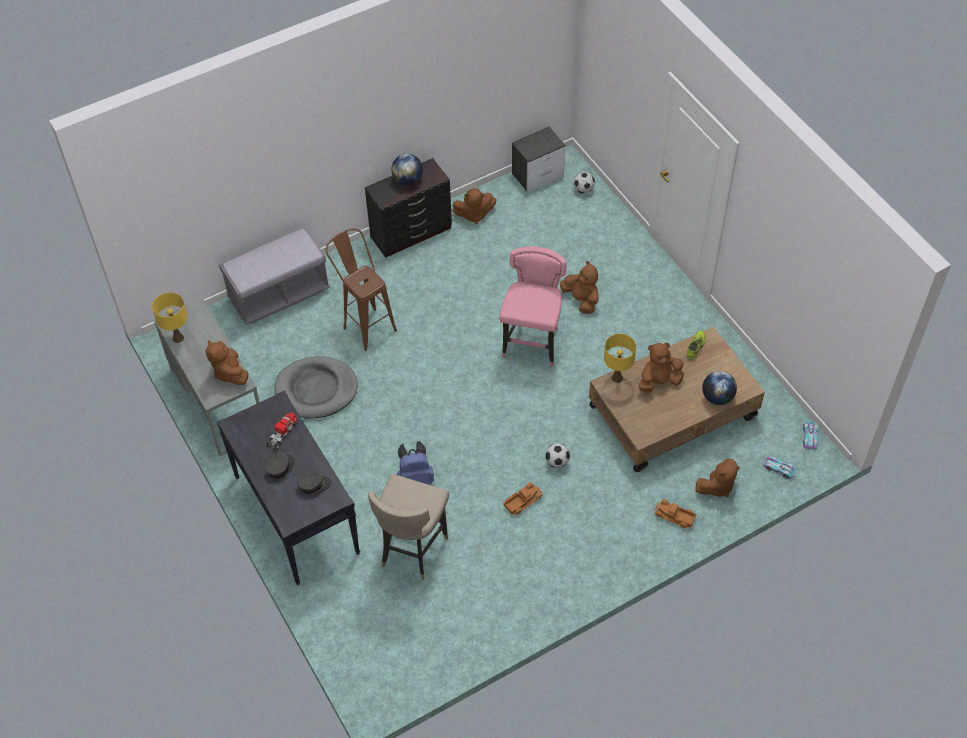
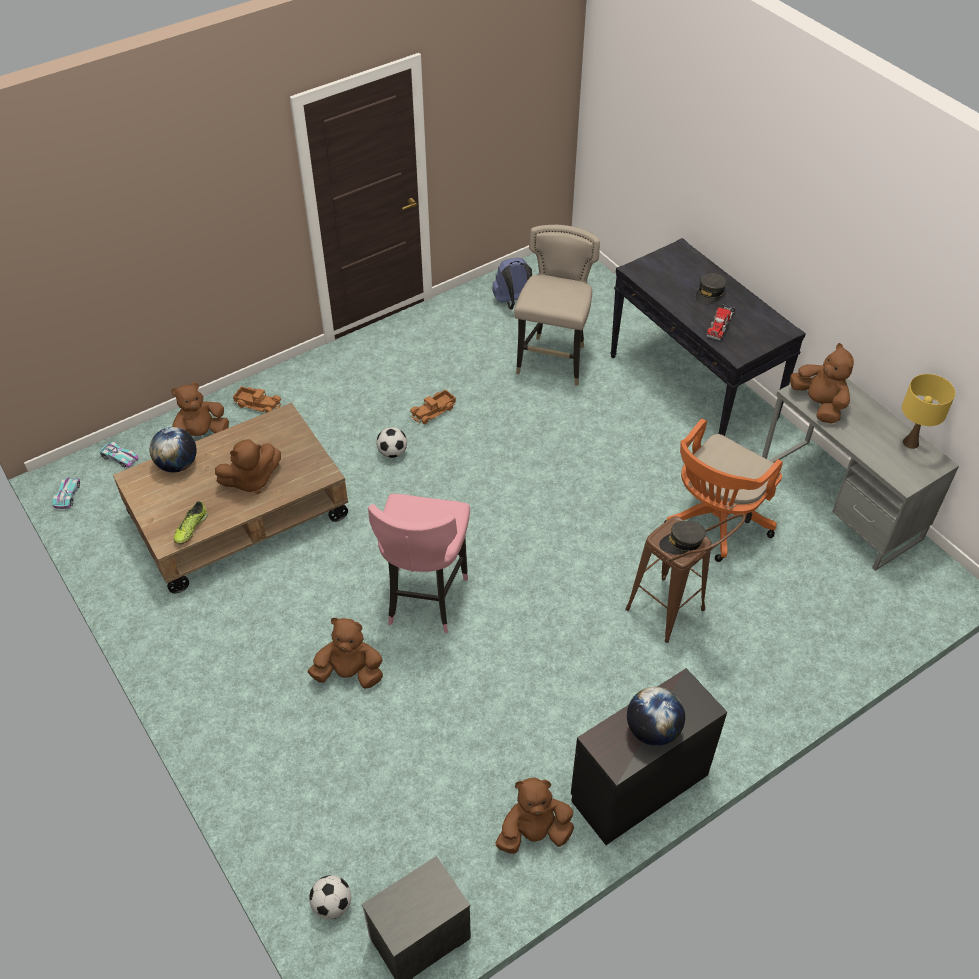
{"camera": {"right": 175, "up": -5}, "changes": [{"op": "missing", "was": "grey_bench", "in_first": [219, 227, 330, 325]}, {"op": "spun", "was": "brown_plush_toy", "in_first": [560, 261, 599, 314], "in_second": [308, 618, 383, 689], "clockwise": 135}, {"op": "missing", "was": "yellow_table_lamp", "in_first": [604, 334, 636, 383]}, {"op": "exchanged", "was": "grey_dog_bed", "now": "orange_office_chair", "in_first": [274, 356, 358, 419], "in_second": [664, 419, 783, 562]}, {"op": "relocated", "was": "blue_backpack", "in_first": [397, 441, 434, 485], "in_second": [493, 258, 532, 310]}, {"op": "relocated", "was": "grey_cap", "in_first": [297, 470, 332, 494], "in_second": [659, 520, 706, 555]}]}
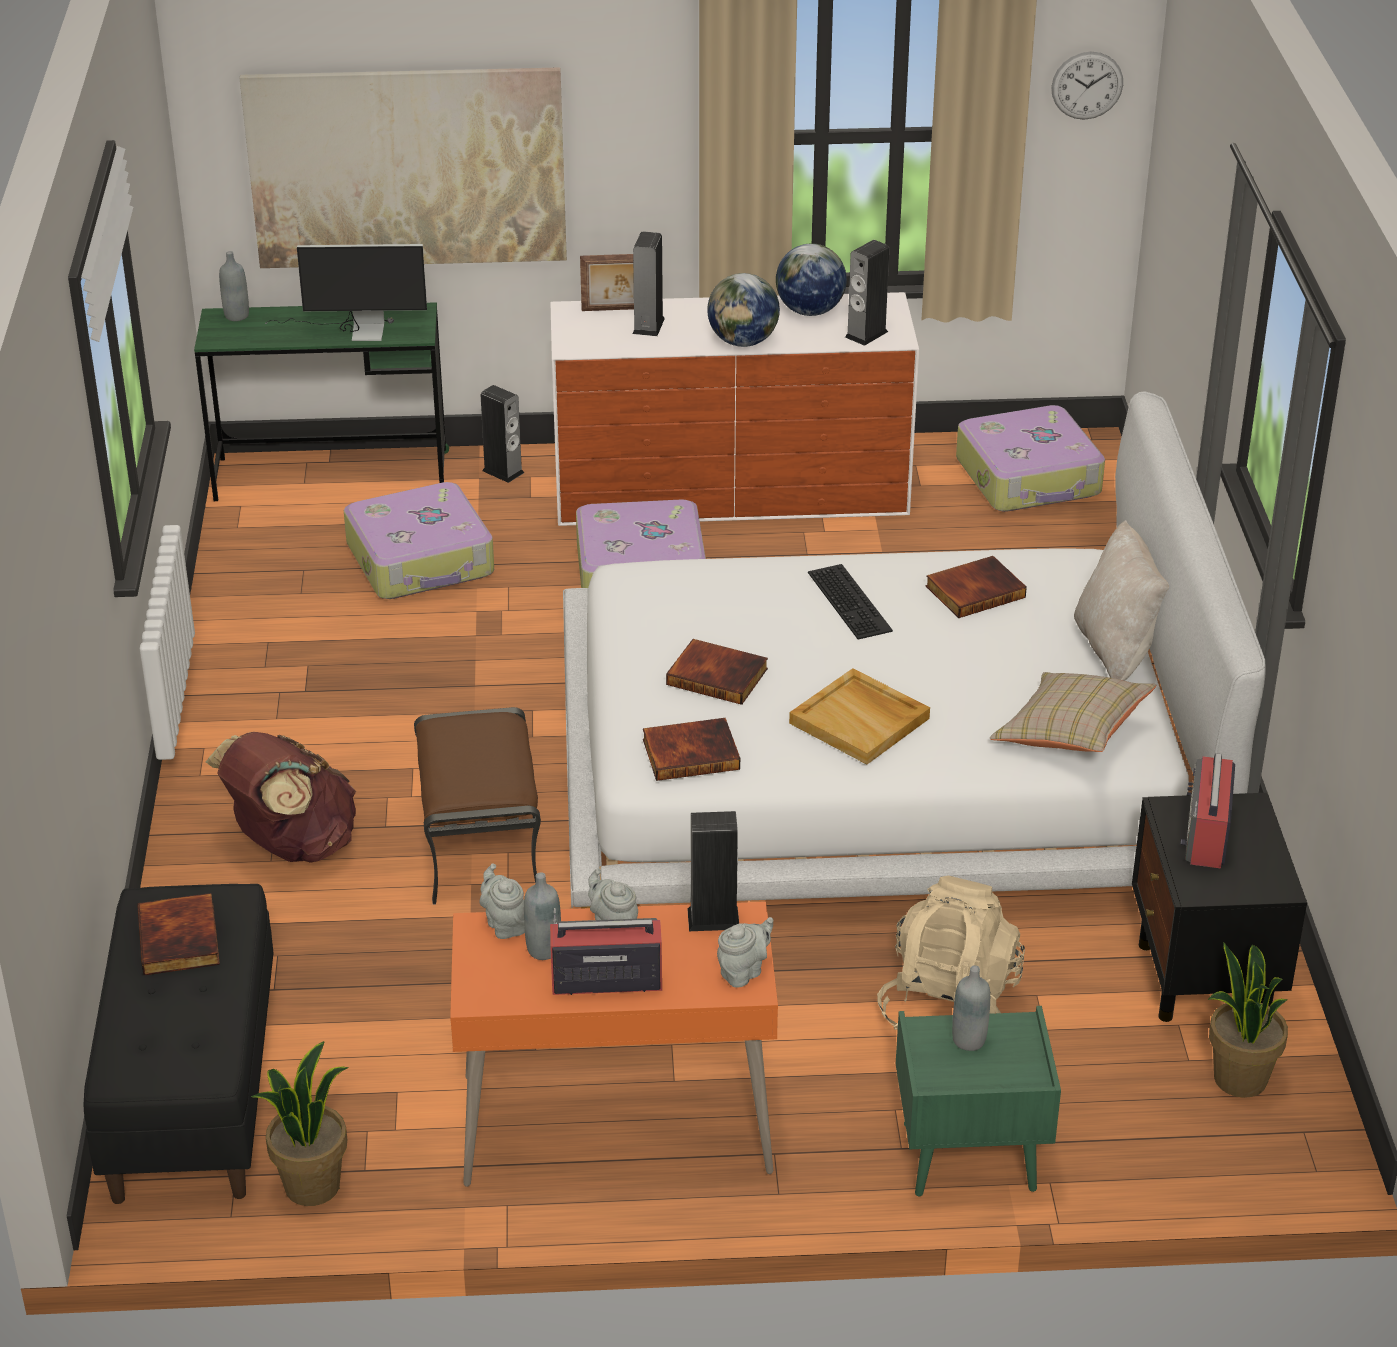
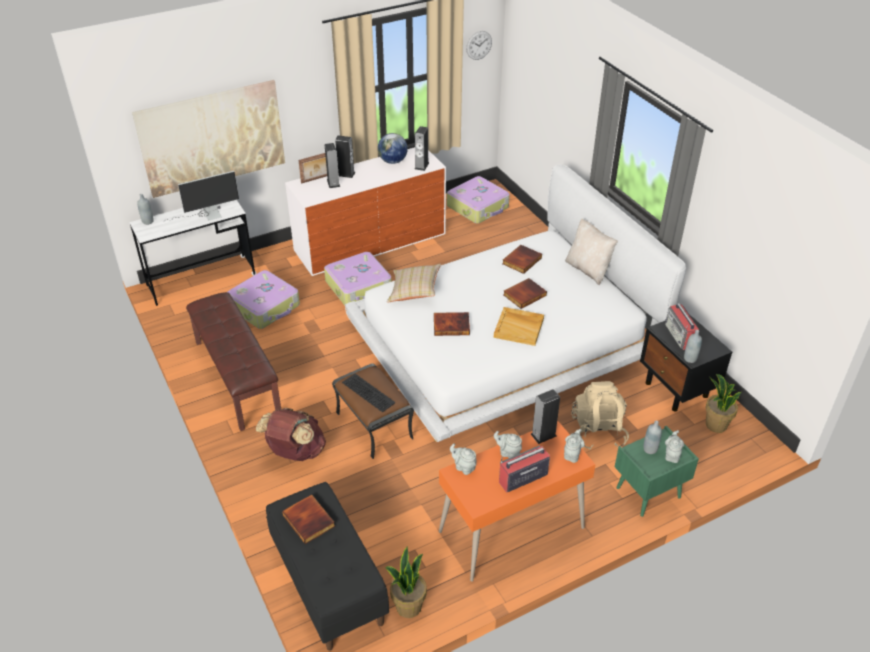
{"camera": {"right": -25, "up": 5}, "changes": [{"op": "missing", "was": "globe", "in_first": [707, 273, 780, 347]}, {"op": "colour", "was": "green_desk", "now": "white_desk", "in_first": [194, 302, 449, 501], "in_second": [129, 200, 257, 306]}, {"op": "relocated", "was": "speaker", "in_first": [481, 385, 524, 483], "in_second": [335, 135, 355, 178]}, {"op": "relocated", "was": "keyboard", "in_first": [808, 564, 893, 640], "in_second": [342, 374, 396, 412]}, {"op": "relocated", "was": "beige_pillow", "in_first": [989, 672, 1156, 752], "in_second": [387, 264, 441, 303]}, {"op": "relocated", "was": "book", "in_first": [643, 718, 740, 781], "in_second": [504, 278, 547, 309]}, {"op": "relocated", "was": "grey_bottle", "in_first": [524, 872, 561, 960], "in_second": [684, 330, 702, 363]}, {"op": "appeared", "now": "brown_bench", "in_second": [186, 292, 281, 431]}, {"op": "appeared", "now": "grey_teapot", "in_second": [665, 430, 684, 463]}]}
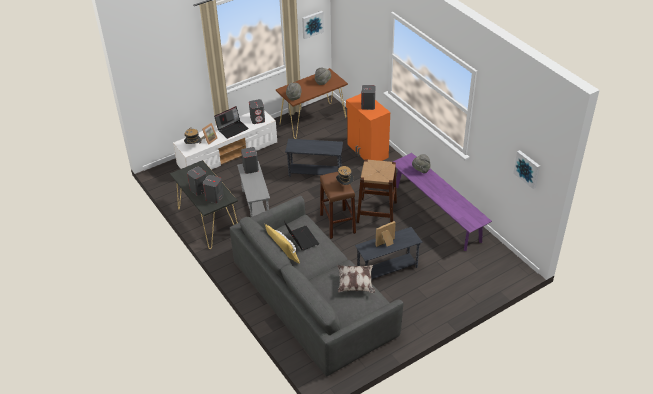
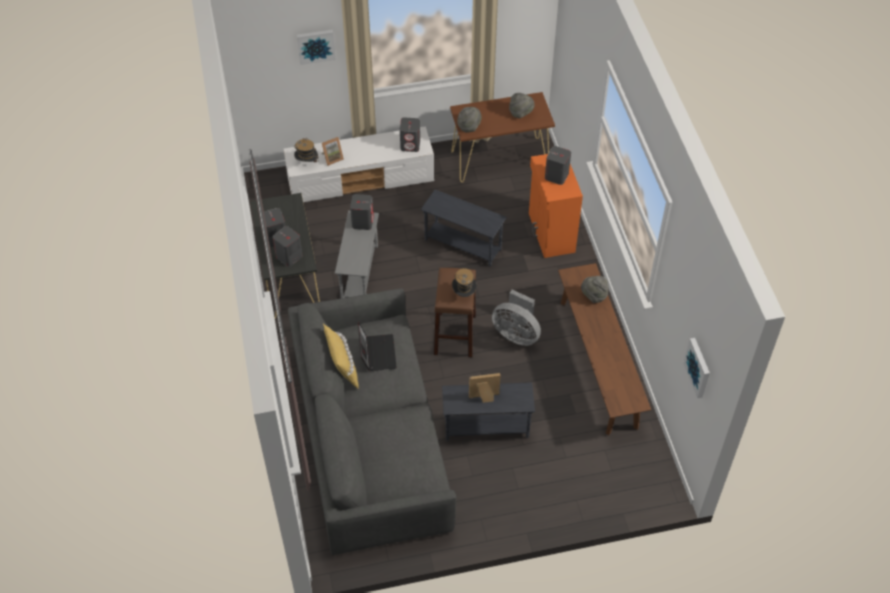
{"camera": {"right": 20, "up": 10}, "changes": [{"op": "relocated", "was": "picture", "in_first": [302, 11, 324, 39], "in_second": [297, 29, 336, 65]}, {"op": "missing", "was": "laptop", "in_first": [214, 106, 249, 139]}, {"op": "colour", "was": "purple_bench", "now": "brown_bench", "in_first": [393, 153, 492, 251], "in_second": [558, 263, 651, 435]}, {"op": "exchanged", "was": "brown_stool", "now": "grey_fan", "in_first": [356, 159, 397, 223], "in_second": [492, 290, 541, 346]}, {"op": "missing", "was": "pillow", "in_first": [337, 265, 375, 293]}]}
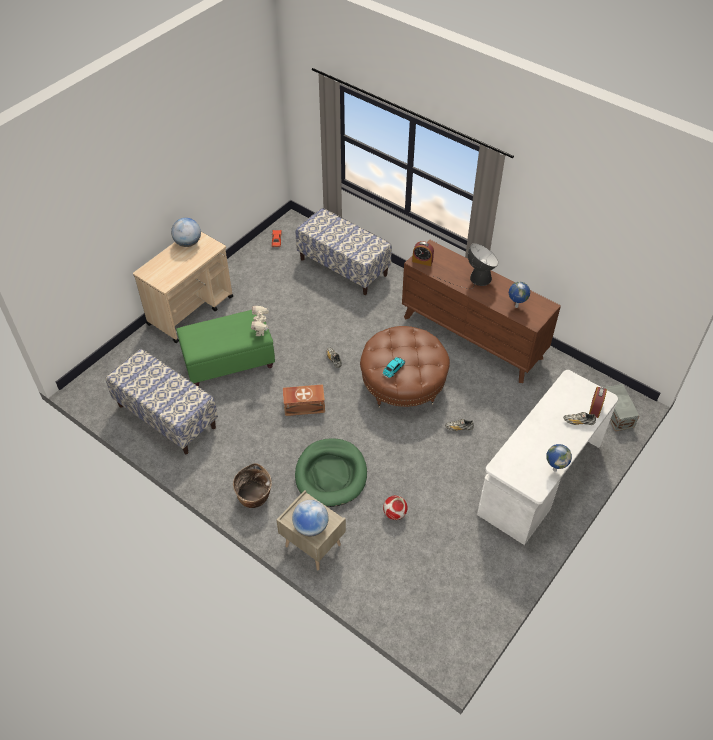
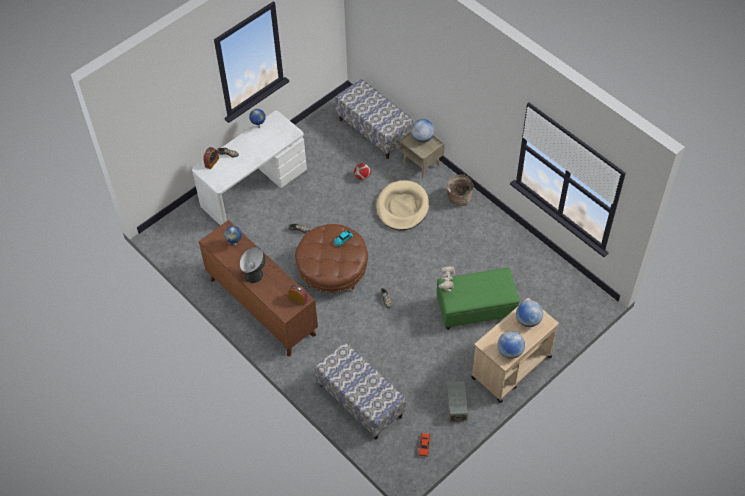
{"camera": {"right": -170, "up": 5}, "changes": [{"op": "relocated", "was": "bench", "in_first": [106, 349, 218, 454], "in_second": [335, 79, 413, 159]}, {"op": "missing", "was": "brown_storage_box", "in_first": [283, 384, 325, 416]}, {"op": "relocated", "was": "grey_storage_box", "in_first": [604, 384, 639, 431], "in_second": [446, 382, 468, 422]}, {"op": "colour", "was": "green_dog_bed", "now": "beige_dog_bed", "in_first": [295, 438, 367, 507], "in_second": [376, 180, 429, 230]}, {"op": "appeared", "now": "globe", "in_second": [516, 300, 543, 327]}]}
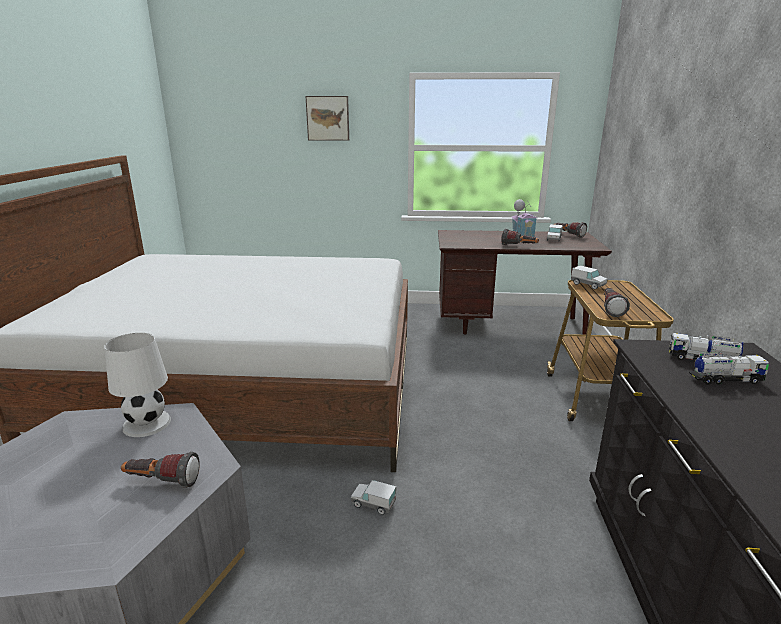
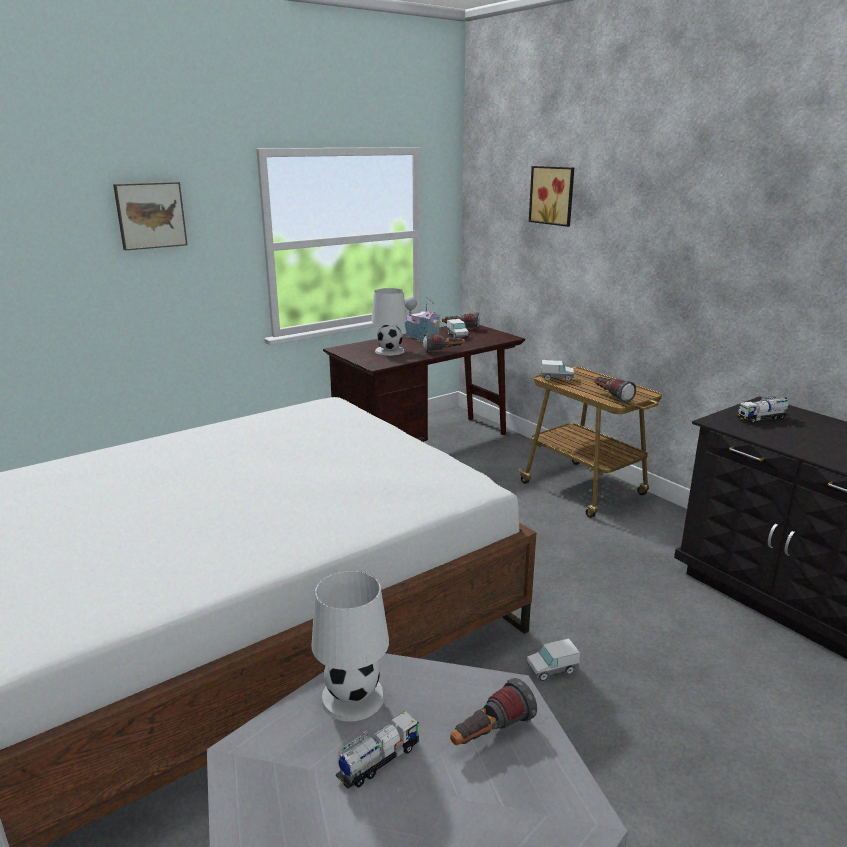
{"camera": {"right": -40, "up": 0}, "changes": [{"op": "relocated", "was": "toy_truck", "in_first": [689, 353, 769, 385], "in_second": [336, 711, 420, 789]}, {"op": "appeared", "now": "picture", "in_second": [529, 166, 574, 227]}, {"op": "appeared", "now": "white_table_lamp", "in_second": [372, 288, 407, 356]}]}
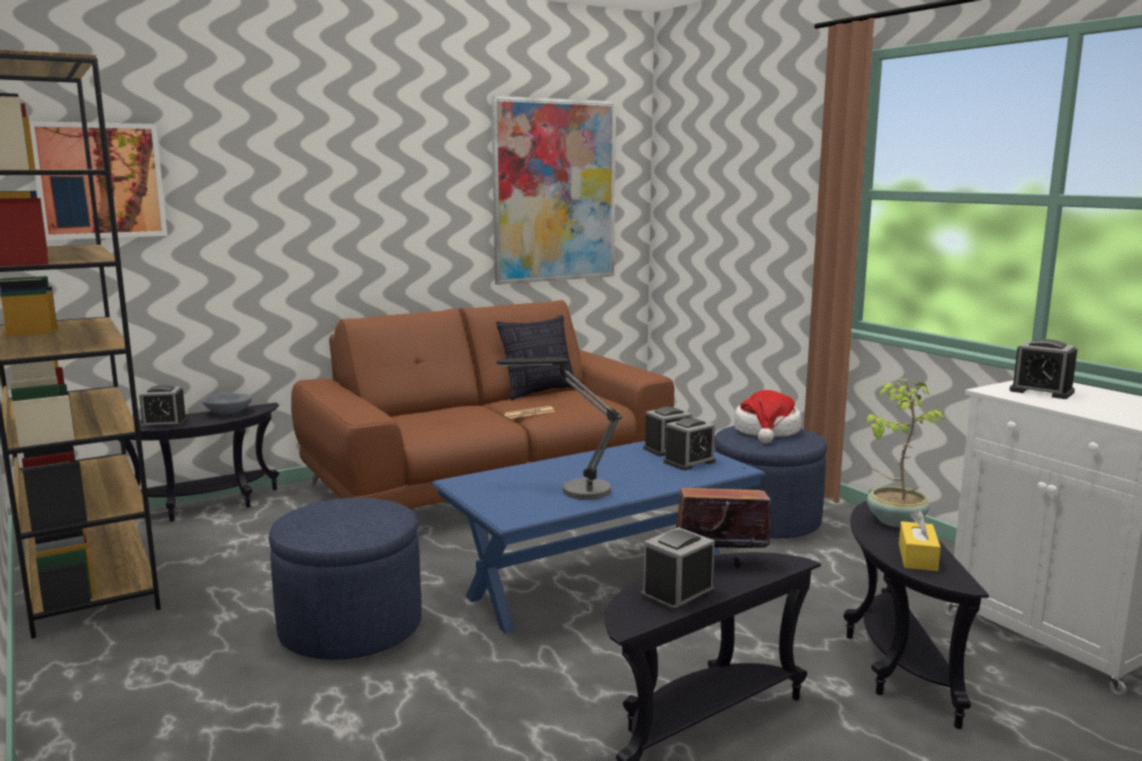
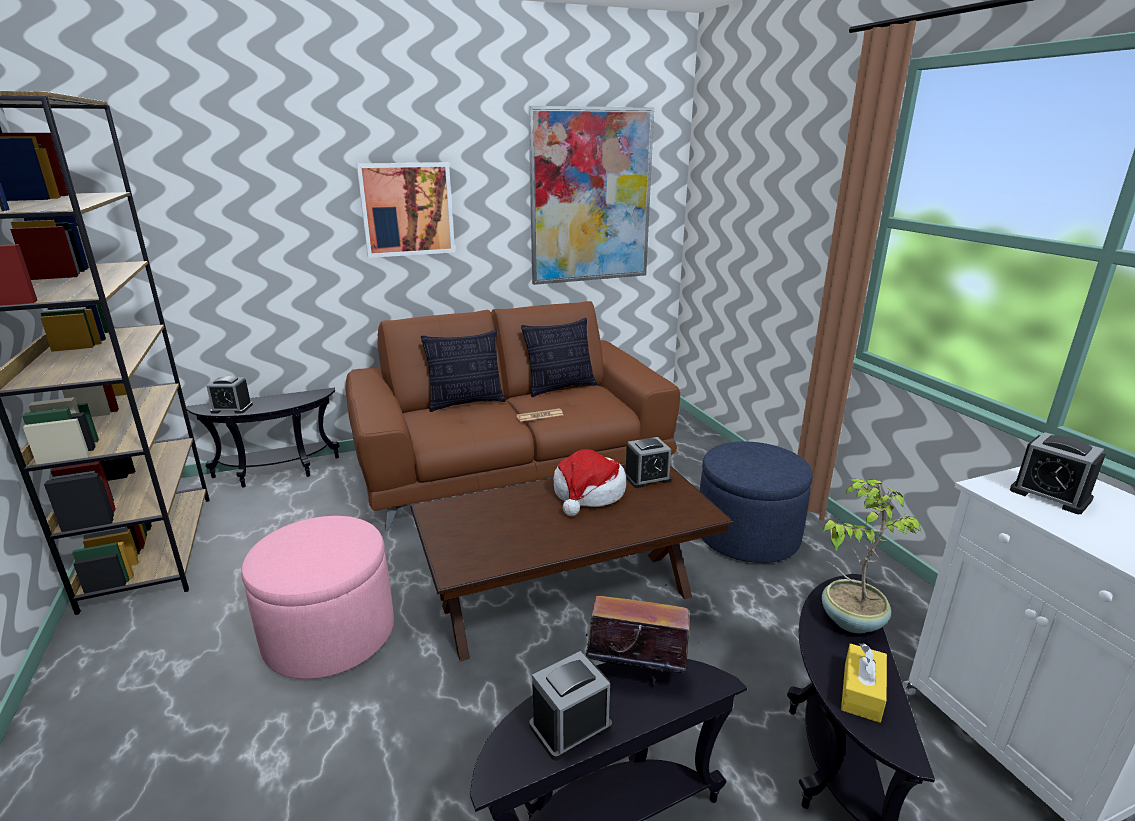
{"camera": {"right": 10, "up": 10}, "changes": [{"op": "relocated", "was": "picture", "in_first": [29, 121, 168, 240], "in_second": [356, 162, 455, 258]}, {"op": "missing", "was": "table_lamp", "in_first": [497, 358, 622, 500]}, {"op": "relocated", "was": "hat", "in_first": [734, 390, 801, 444], "in_second": [553, 449, 626, 516]}, {"op": "missing", "was": "grey_bowl", "in_first": [202, 393, 252, 414]}, {"op": "missing", "was": "alarm_clock", "in_first": [664, 418, 716, 470]}, {"op": "colour", "was": "blue_coffee_table", "now": "brown_coffee_table", "in_first": [431, 441, 766, 634], "in_second": [410, 464, 734, 661]}, {"op": "colour", "was": "blue_ottoman", "now": "pink_ottoman", "in_first": [269, 498, 422, 660], "in_second": [241, 516, 394, 679]}, {"op": "appeared", "now": "pillow", "in_second": [421, 330, 506, 412]}]}
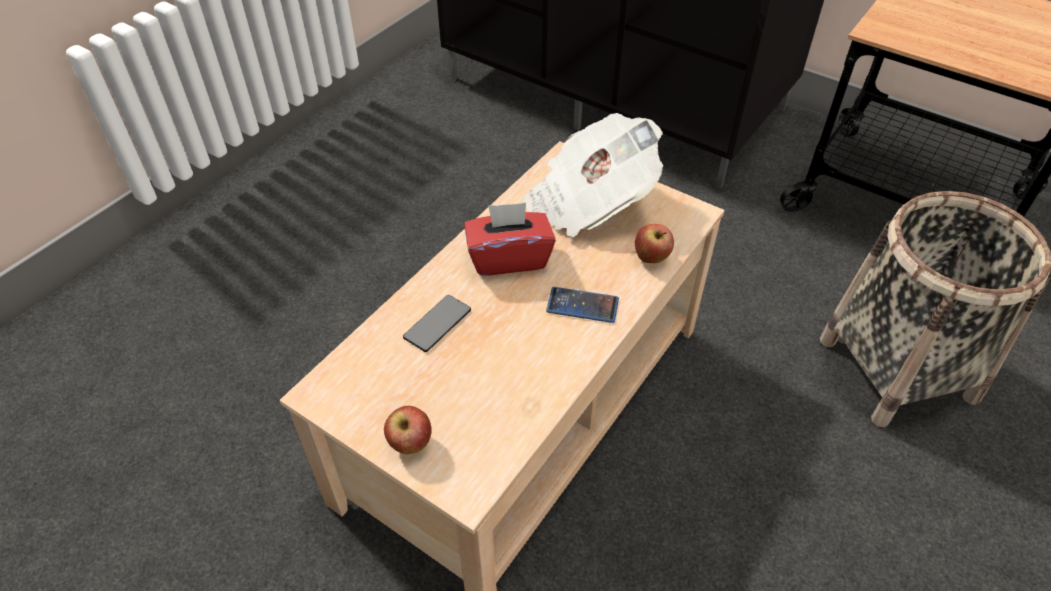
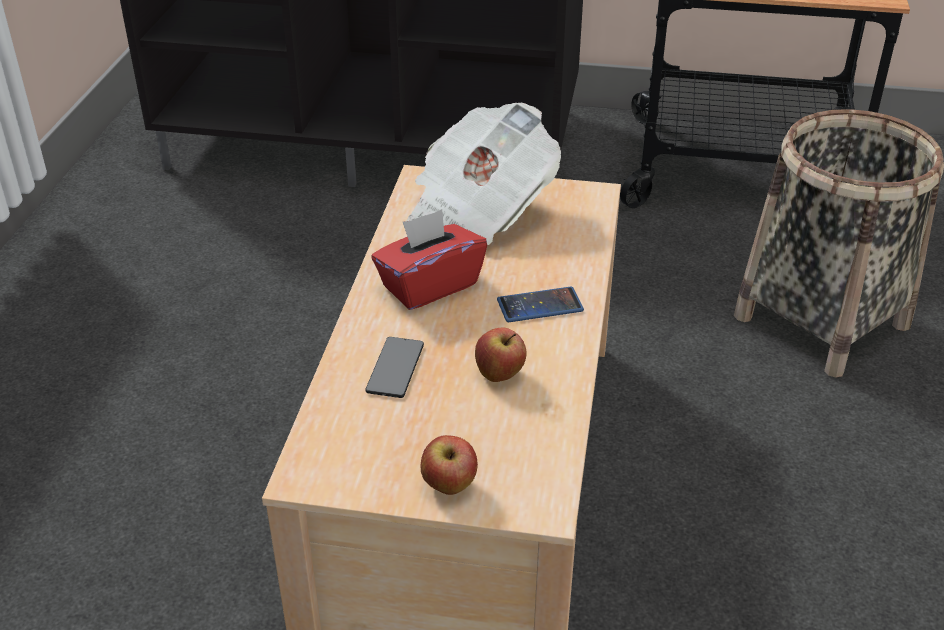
{"camera": {"right": -25, "up": -10}, "changes": [{"op": "relocated", "was": "apple", "in_first": [635, 224, 674, 263], "in_second": [475, 328, 526, 382]}]}
